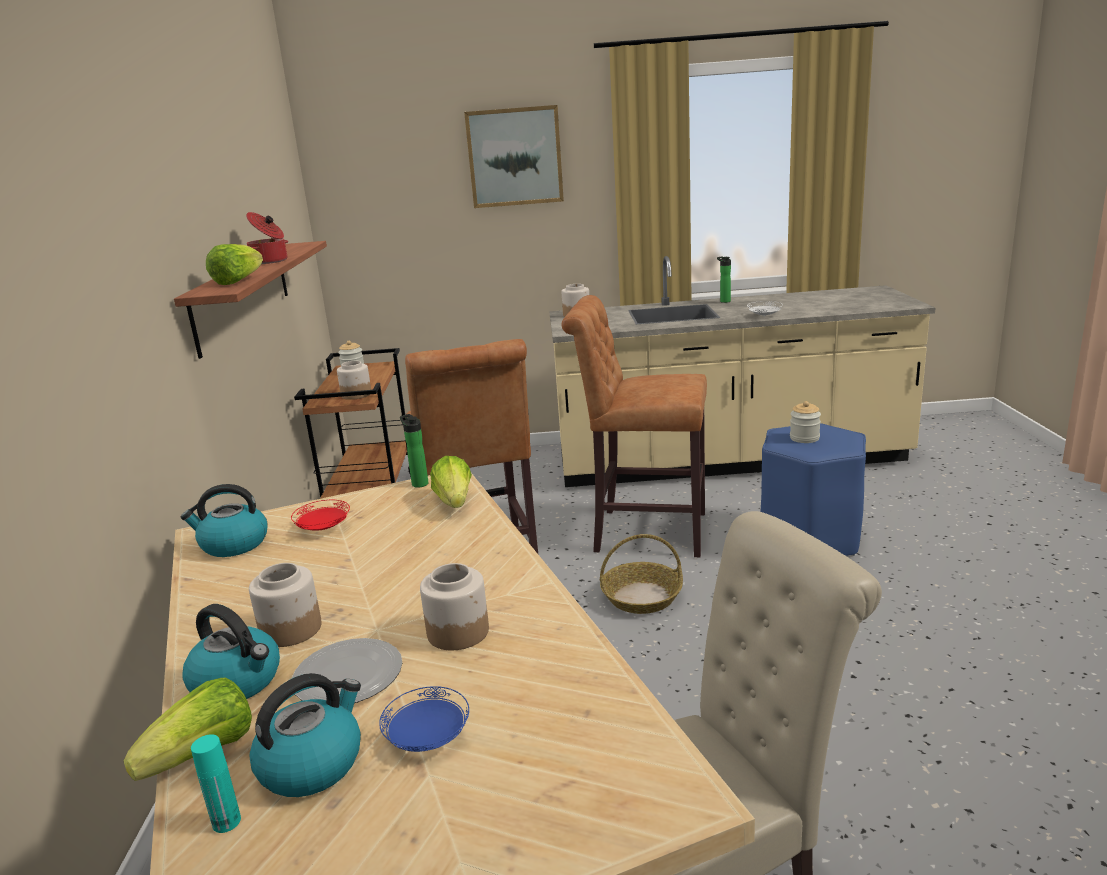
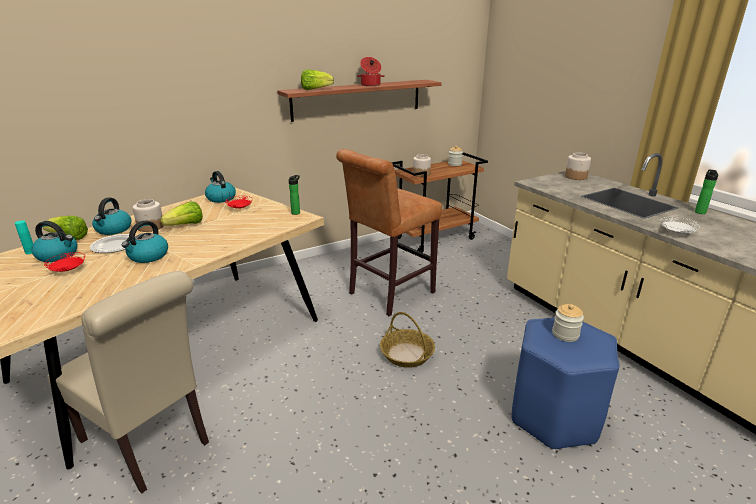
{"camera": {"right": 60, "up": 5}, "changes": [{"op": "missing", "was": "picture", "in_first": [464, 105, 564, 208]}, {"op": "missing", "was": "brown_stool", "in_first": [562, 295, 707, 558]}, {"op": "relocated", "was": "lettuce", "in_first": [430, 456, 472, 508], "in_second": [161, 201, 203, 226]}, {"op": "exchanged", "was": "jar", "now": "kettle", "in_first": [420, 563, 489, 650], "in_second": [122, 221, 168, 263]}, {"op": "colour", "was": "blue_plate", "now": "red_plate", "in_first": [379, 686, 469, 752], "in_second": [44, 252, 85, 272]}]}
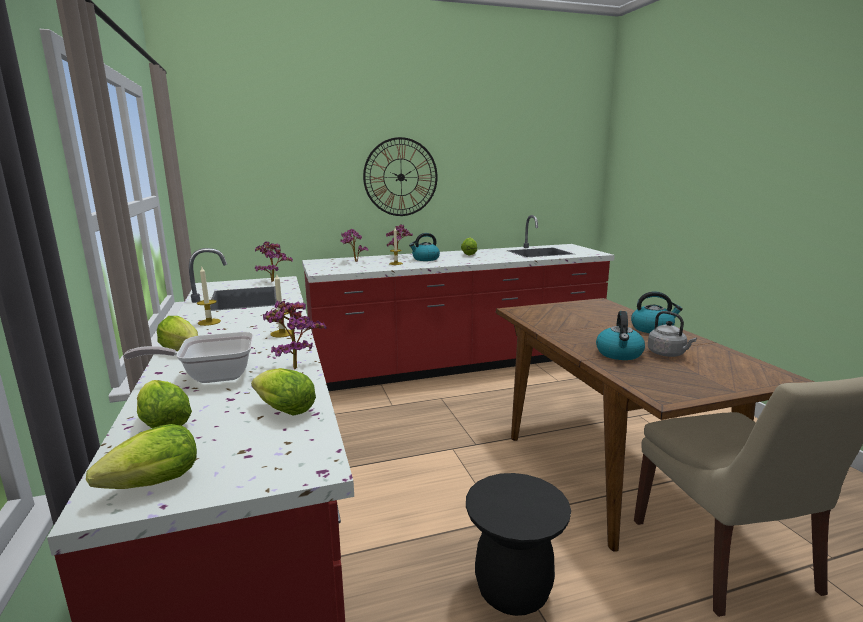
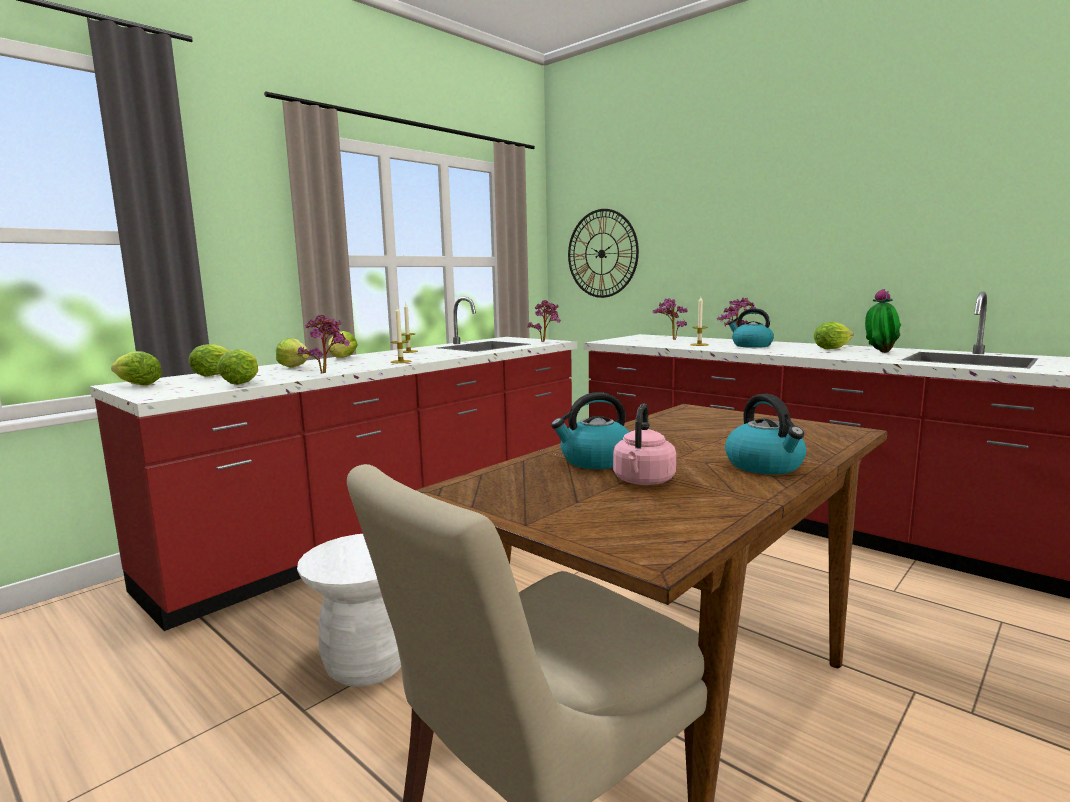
{"camera": {"right": 60, "up": -5}, "changes": [{"op": "relocated", "was": "wall_clock", "in_first": [363, 137, 438, 216], "in_second": [568, 209, 639, 298]}, {"op": "colour", "was": "grey_kettle", "now": "pink_kettle", "in_first": [648, 311, 697, 357], "in_second": [613, 403, 676, 485]}, {"op": "exchanged", "was": "frying_pan", "now": "lettuce", "in_first": [124, 332, 253, 383], "in_second": [276, 338, 309, 368]}, {"op": "colour", "was": "black_stool", "now": "white_stool", "in_first": [466, 473, 571, 616], "in_second": [297, 534, 401, 687]}, {"op": "appeared", "now": "potted_plant", "in_second": [865, 289, 901, 353]}]}
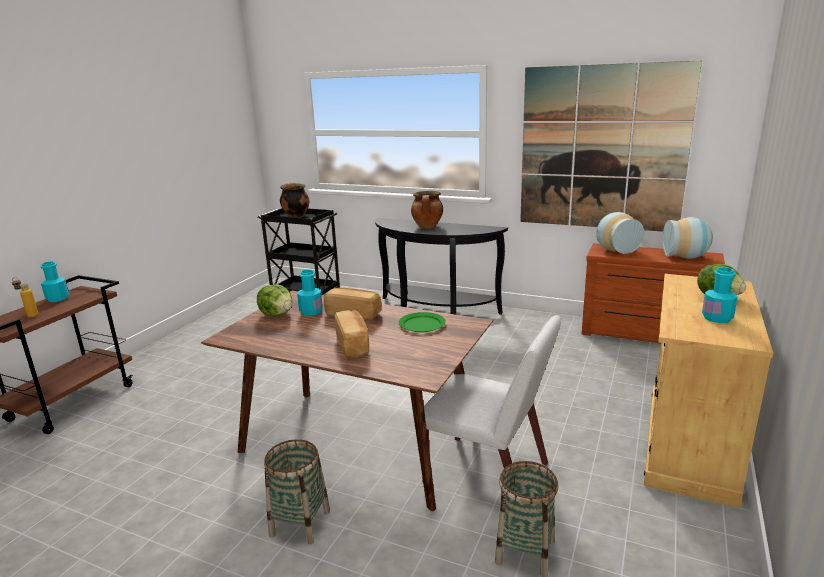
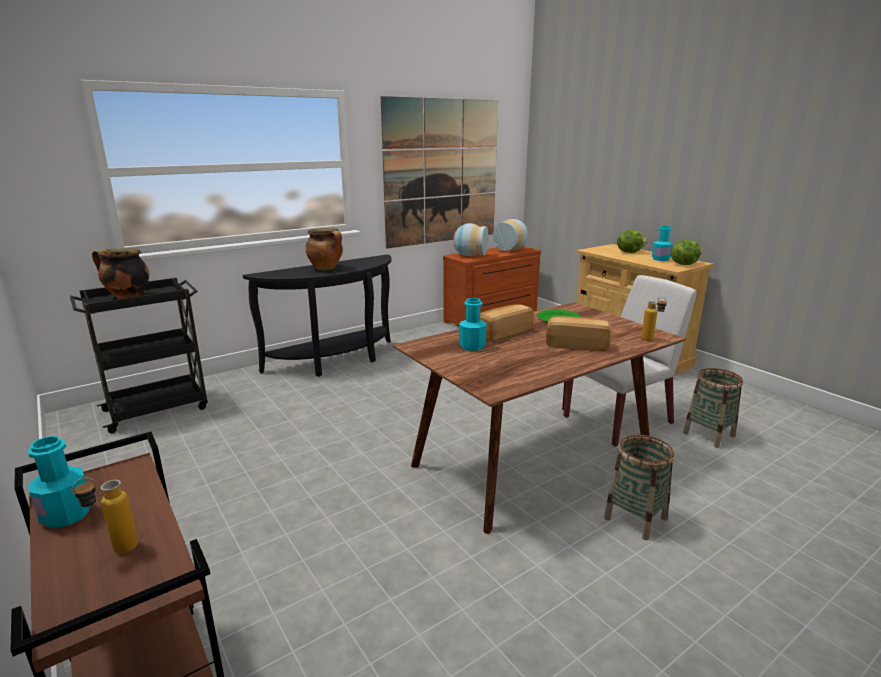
{"camera": {"right": -60, "up": 0}, "changes": [{"op": "relocated", "was": "lettuce", "in_first": [257, 284, 292, 317], "in_second": [671, 240, 702, 265]}, {"op": "appeared", "now": "bottle", "in_second": [641, 297, 667, 341]}]}
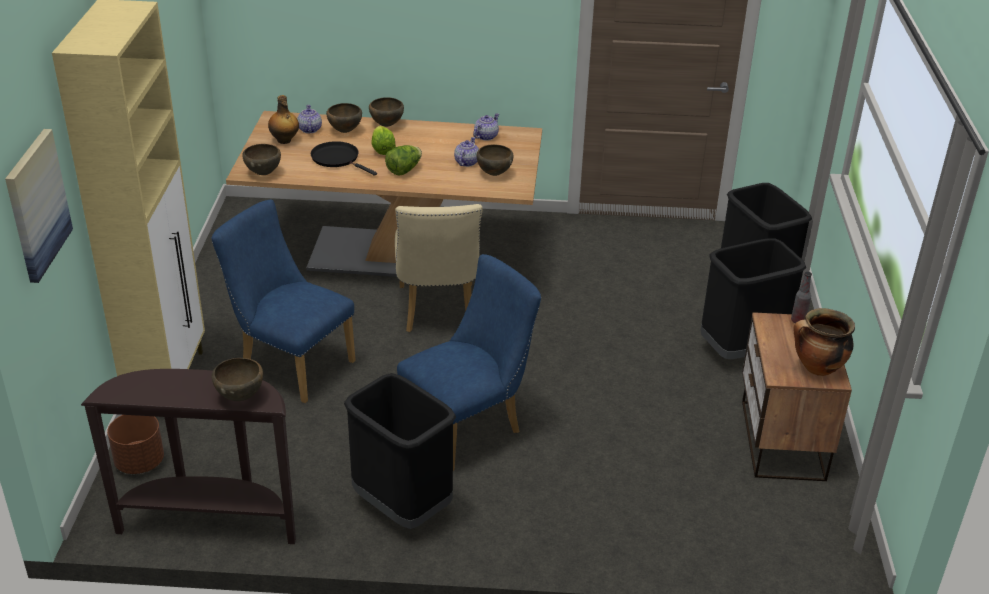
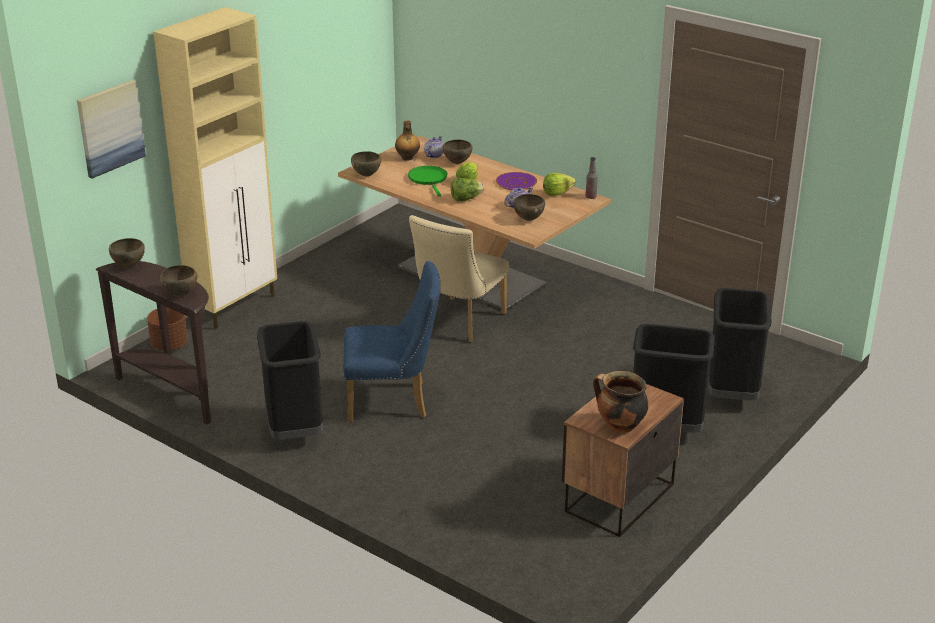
{"camera": {"right": 35, "up": -5}, "changes": [{"op": "relocated", "was": "brown_bowl", "in_first": [369, 97, 404, 127], "in_second": [109, 238, 145, 267]}, {"op": "exchanged", "was": "teapot", "now": "lettuce", "in_first": [473, 113, 499, 141], "in_second": [543, 173, 576, 196]}, {"op": "colour", "was": "black_frying_pan", "now": "green_frying_pan", "in_first": [311, 141, 377, 176], "in_second": [408, 166, 447, 196]}, {"op": "missing", "was": "blue_chair", "in_first": [211, 200, 356, 403]}, {"op": "relocated", "was": "bottle", "in_first": [791, 272, 812, 323], "in_second": [586, 157, 598, 199]}, {"op": "appeared", "now": "purple_plate", "in_second": [496, 172, 537, 190]}]}
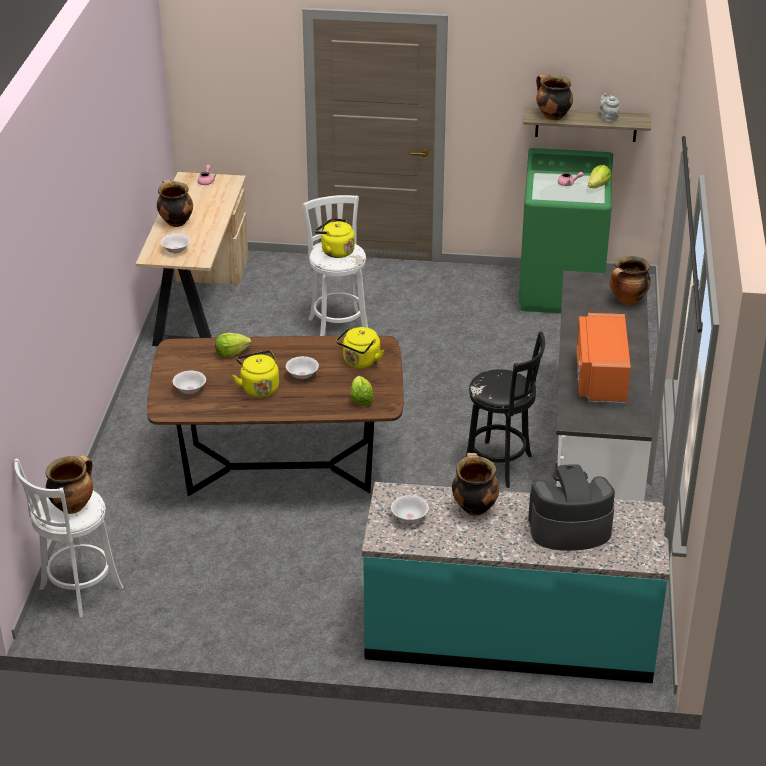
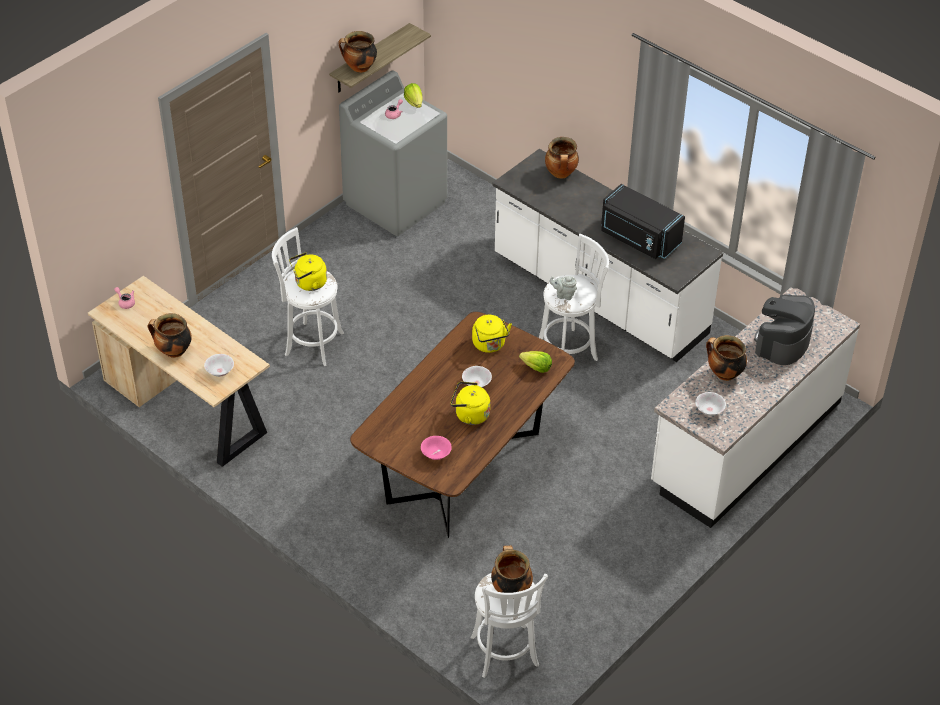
{"camera": {"right": -55, "up": 10}, "changes": [{"op": "relocated", "was": "grey_teapot", "in_first": [600, 93, 620, 123], "in_second": [550, 276, 577, 300]}, {"op": "colour", "was": "green_washing_machine", "now": "grey_washing_machine", "in_first": [518, 148, 613, 313], "in_second": [339, 70, 447, 236]}, {"op": "colour", "was": "orange_microwave", "now": "black_microwave", "in_first": [576, 313, 631, 404], "in_second": [601, 184, 685, 259]}, {"op": "colour", "was": "black_stool", "now": "white_stool", "in_first": [466, 331, 545, 488], "in_second": [539, 234, 609, 361]}, {"op": "missing", "was": "lettuce", "in_first": [215, 333, 252, 358]}, {"op": "colour", "was": "white_bowl", "now": "pink_bowl", "in_first": [173, 371, 206, 394], "in_second": [421, 436, 452, 460]}, {"op": "colour", "was": "turquoise_counter", "now": "white_counter", "in_first": [362, 482, 670, 683], "in_second": [651, 287, 860, 528]}]}
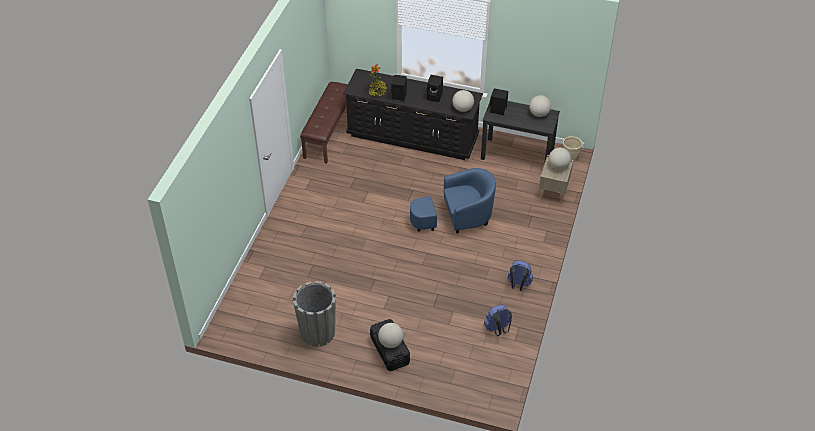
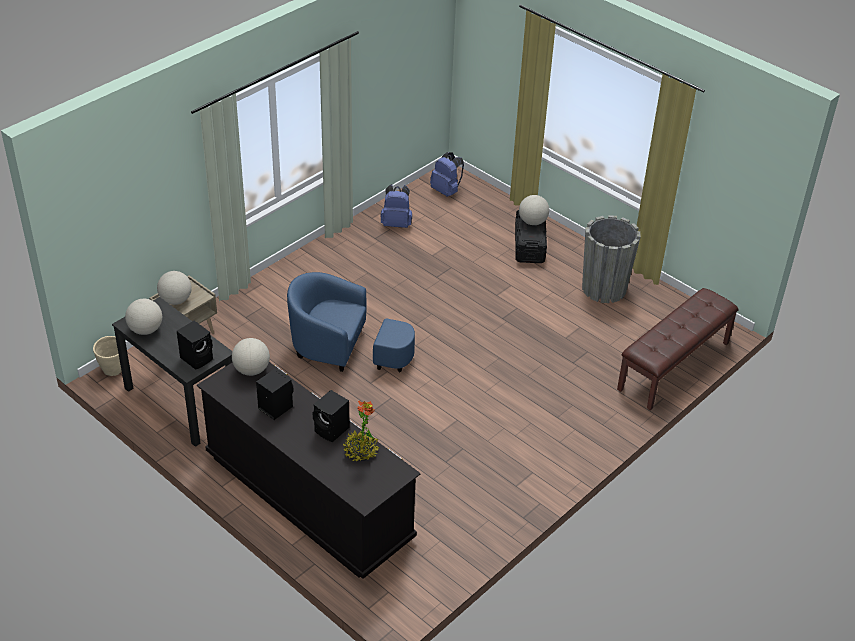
{"camera": {"right": -155, "up": -5}, "changes": [{"op": "relocated", "was": "brown_bench", "in_first": [300, 82, 348, 164], "in_second": [617, 288, 739, 410]}, {"op": "relocated", "was": "blue_backpack", "in_first": [507, 260, 533, 291], "in_second": [430, 152, 464, 197]}]}
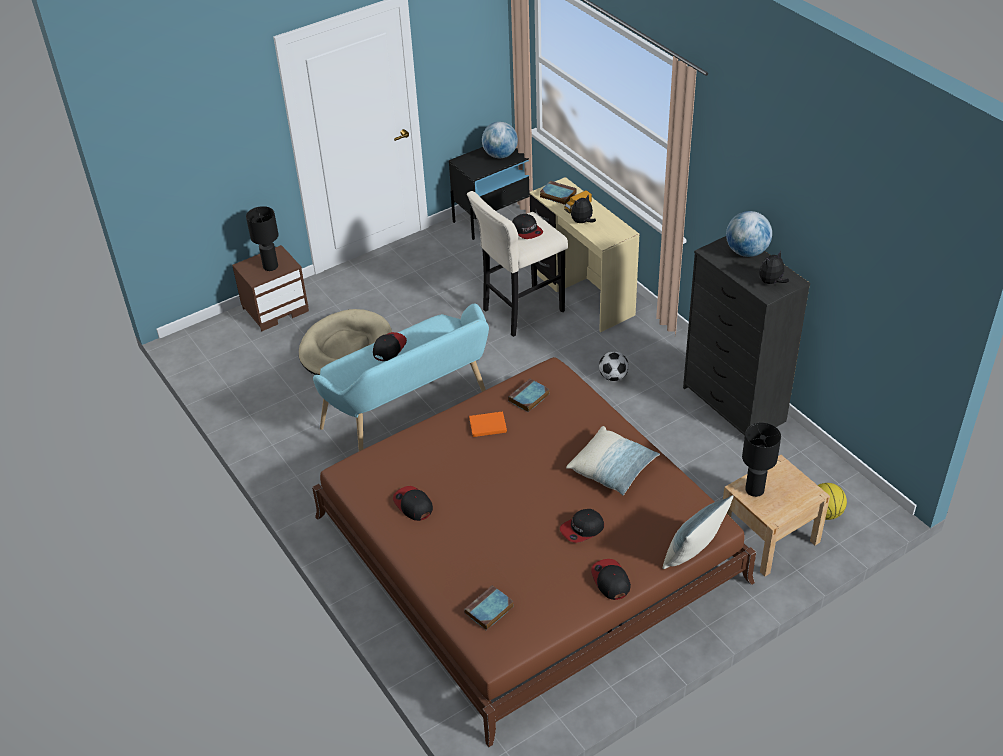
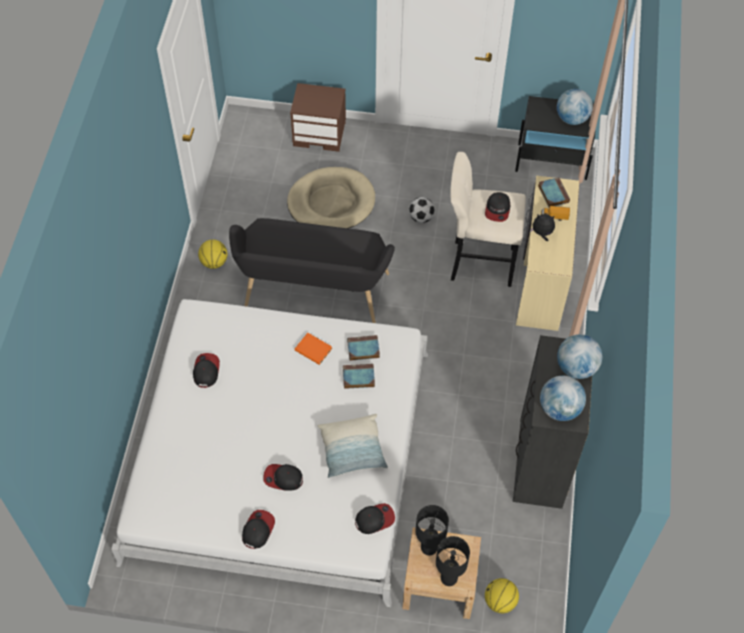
{"camera": {"right": 40, "up": 15}, "changes": [{"op": "relocated", "was": "black_table_lamp", "in_first": [246, 206, 279, 271], "in_second": [436, 536, 470, 586]}, {"op": "exchanged", "was": "plush_toy", "now": "globe", "in_first": [759, 251, 789, 284], "in_second": [540, 376, 586, 421]}, {"op": "colour", "was": "turquoise_bench", "now": "black_bench", "in_first": [313, 304, 489, 451], "in_second": [229, 218, 395, 323]}, {"op": "relocated", "was": "cap", "in_first": [373, 332, 407, 361], "in_second": [355, 503, 395, 534]}, {"op": "relocated", "was": "football", "in_first": [599, 352, 629, 381], "in_second": [409, 197, 435, 223]}, {"op": "colour", "was": "brown_bed", "now": "white_bed", "in_first": [312, 357, 756, 747], "in_second": [111, 299, 428, 607]}, {"op": "missing", "was": "pillow", "in_first": [663, 495, 734, 569]}, {"op": "relocated", "was": "book", "in_first": [464, 585, 514, 631], "in_second": [343, 364, 375, 389]}, {"op": "appeared", "now": "basketball", "in_second": [198, 240, 227, 269]}]}
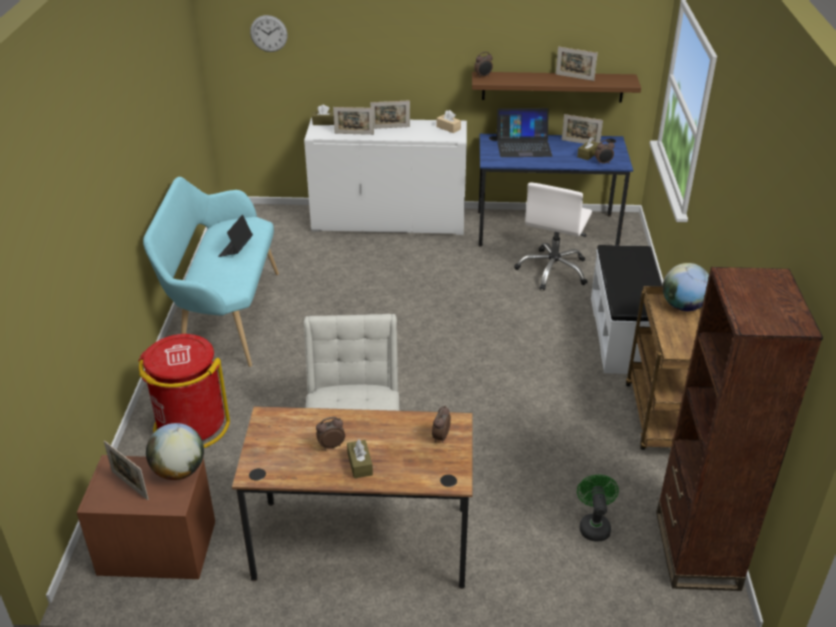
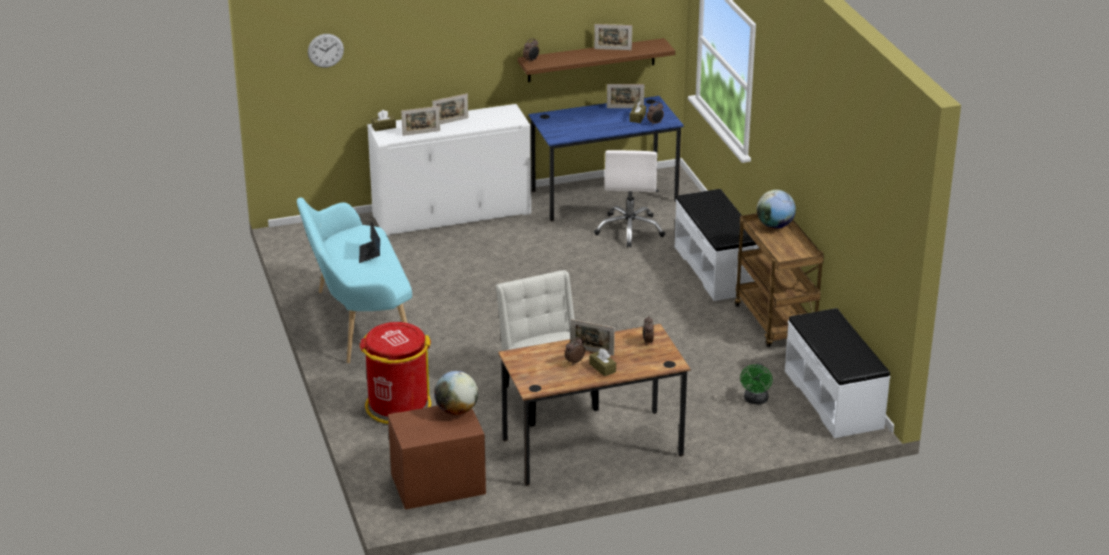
{"camera": {"right": -20, "up": -5}, "changes": [{"op": "missing", "was": "laptop", "in_first": [496, 108, 552, 157]}, {"op": "missing", "was": "beige_tissue_box", "in_first": [436, 110, 461, 133]}, {"op": "exchanged", "was": "brown_bookcase", "now": "white_bench", "in_first": [656, 267, 823, 591], "in_second": [785, 308, 890, 438]}, {"op": "relocated", "was": "picture_frame", "in_first": [104, 440, 149, 500], "in_second": [571, 319, 615, 356]}, {"op": "spun", "was": "green_fan", "in_first": [577, 475, 619, 542], "in_second": [740, 363, 773, 404], "clockwise": -150}]}
